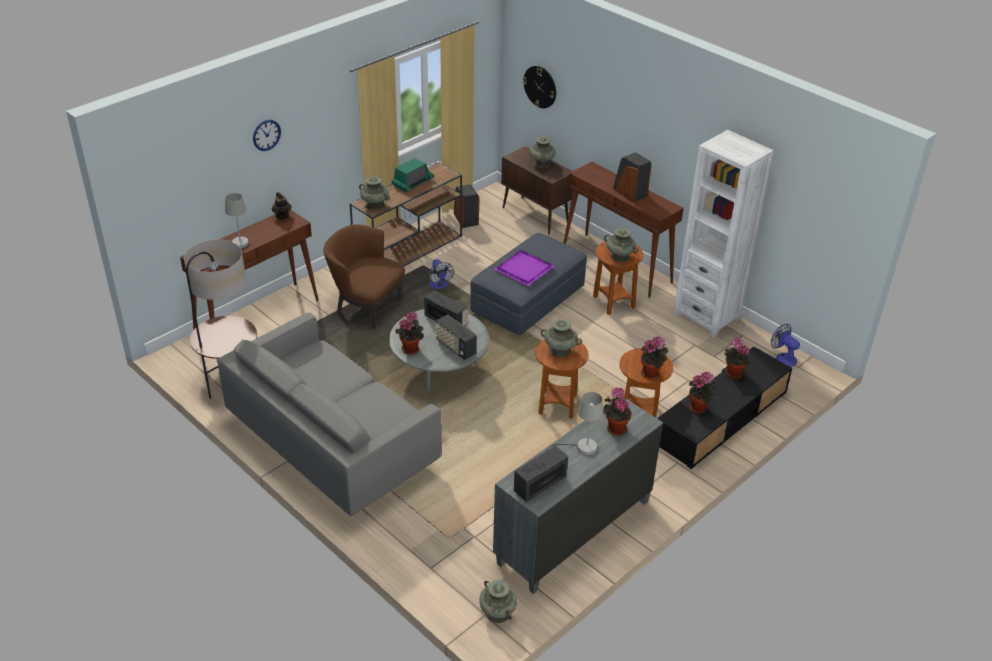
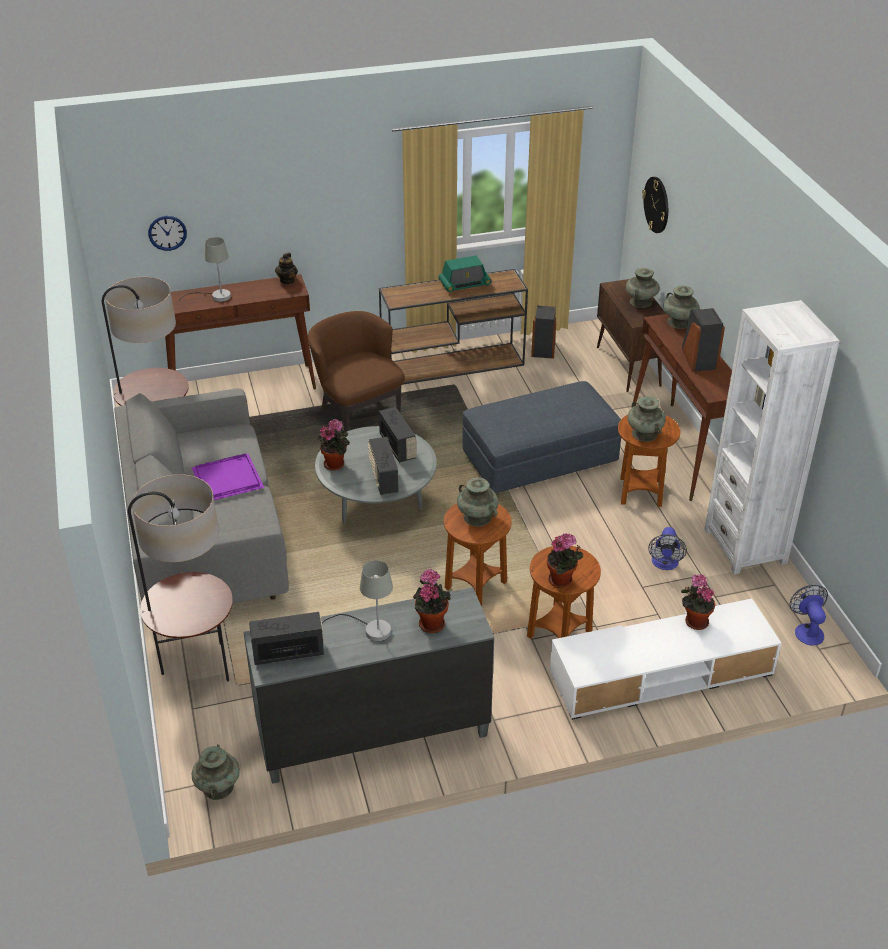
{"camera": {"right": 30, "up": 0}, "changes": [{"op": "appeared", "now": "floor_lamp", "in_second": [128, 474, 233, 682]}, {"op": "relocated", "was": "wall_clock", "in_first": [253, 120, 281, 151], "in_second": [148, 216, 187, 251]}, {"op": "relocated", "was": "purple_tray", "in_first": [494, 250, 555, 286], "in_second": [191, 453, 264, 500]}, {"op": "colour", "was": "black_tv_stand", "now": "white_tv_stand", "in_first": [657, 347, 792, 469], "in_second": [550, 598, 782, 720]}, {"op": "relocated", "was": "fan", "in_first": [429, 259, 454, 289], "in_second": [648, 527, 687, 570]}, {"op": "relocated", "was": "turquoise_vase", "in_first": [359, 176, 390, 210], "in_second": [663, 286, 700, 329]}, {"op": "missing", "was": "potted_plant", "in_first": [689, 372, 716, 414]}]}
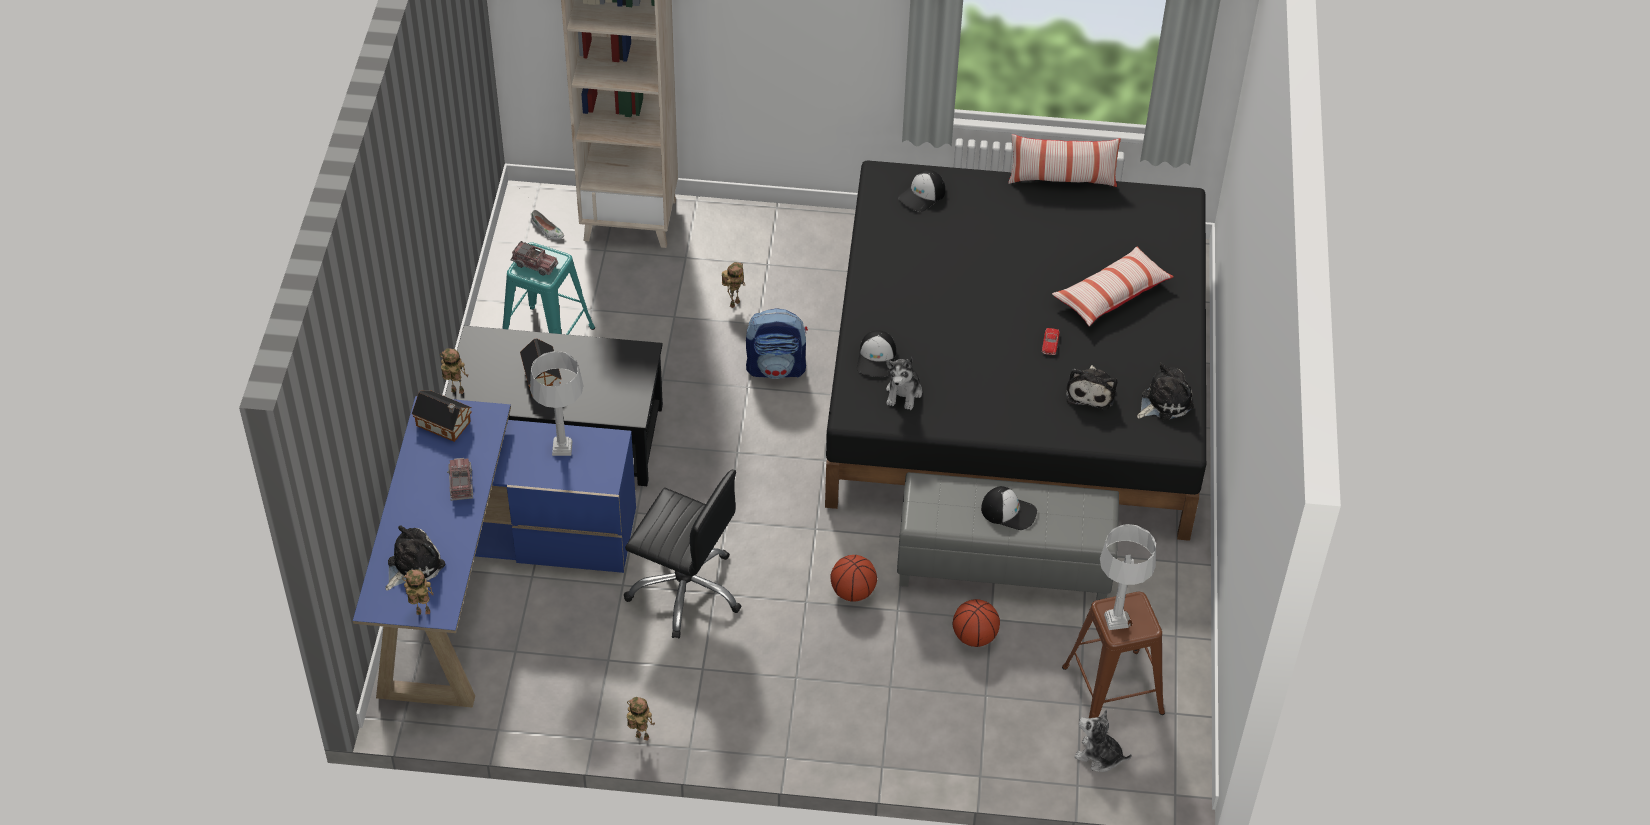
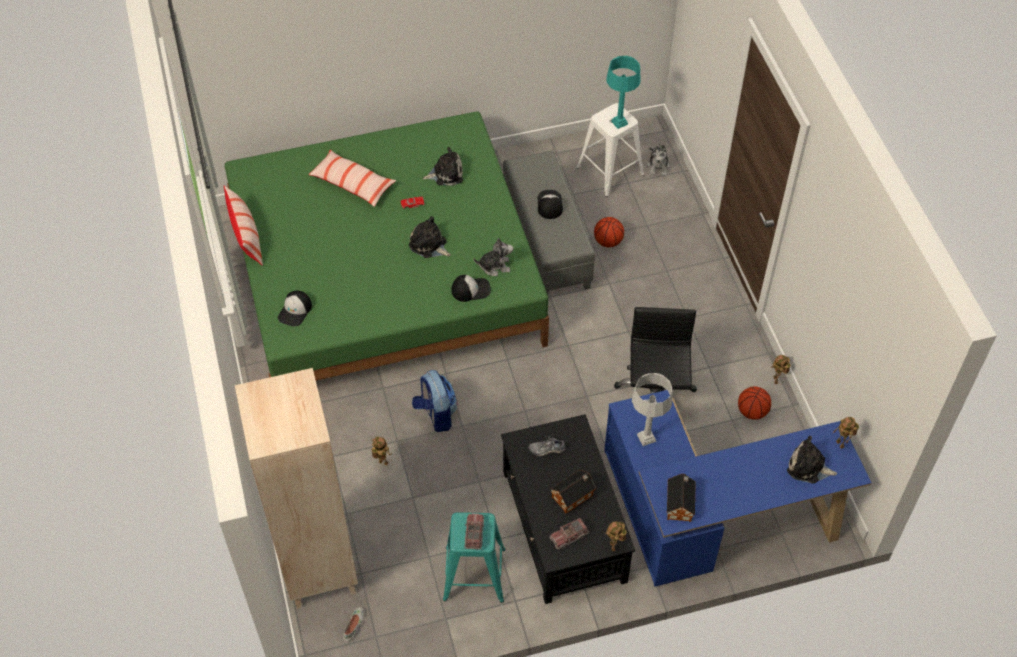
{"camera": {"right": -110, "up": 5}, "changes": [{"op": "colour", "was": "black_bed", "now": "green_bed", "in_first": [825, 160, 1206, 541], "in_second": [225, 111, 549, 381]}, {"op": "spun", "was": "cap", "in_first": [898, 170, 945, 212], "in_second": [278, 291, 312, 326], "clockwise": 90}, {"op": "relocated", "was": "plush_toy", "in_first": [1137, 362, 1194, 420], "in_second": [409, 216, 451, 258]}, {"op": "appeared", "now": "shoe", "in_second": [528, 436, 566, 456]}, {"op": "relocated", "was": "toy_truck", "in_first": [447, 458, 473, 501], "in_second": [550, 518, 589, 550]}, {"op": "colour", "was": "brown_stool", "now": "white_stool", "in_first": [1062, 592, 1165, 718], "in_second": [576, 103, 644, 197]}, {"op": "colour", "was": "grey_table_lamp", "now": "turquoise_table_lamp", "in_first": [1100, 524, 1156, 630], "in_second": [606, 56, 640, 129]}, {"op": "relocated", "was": "basketball", "in_first": [830, 555, 877, 602], "in_second": [738, 387, 771, 420]}]}
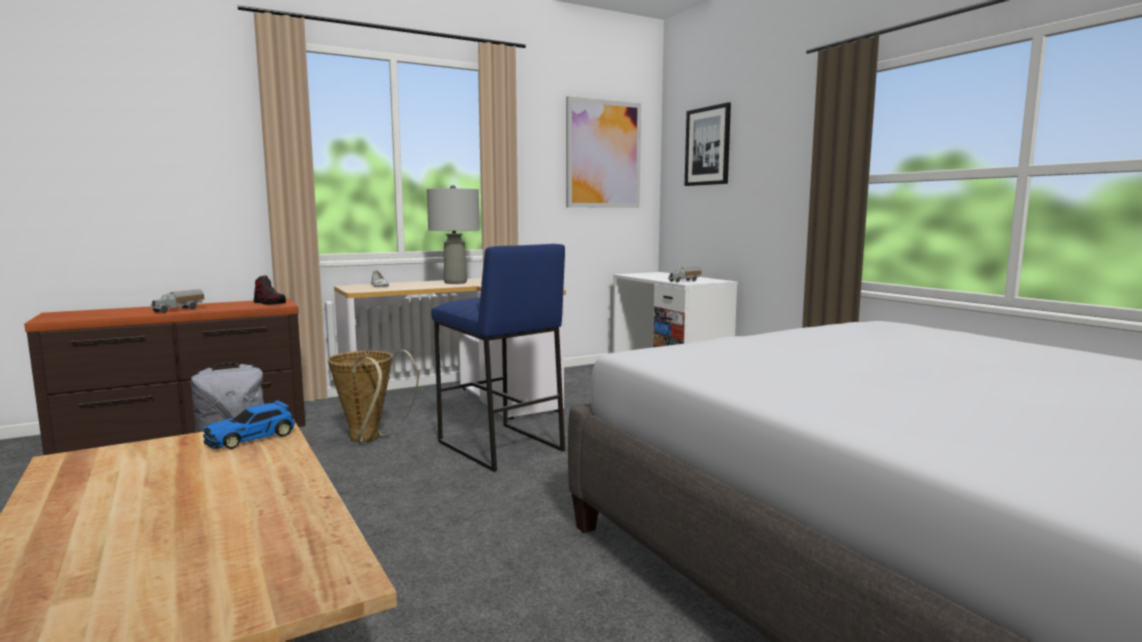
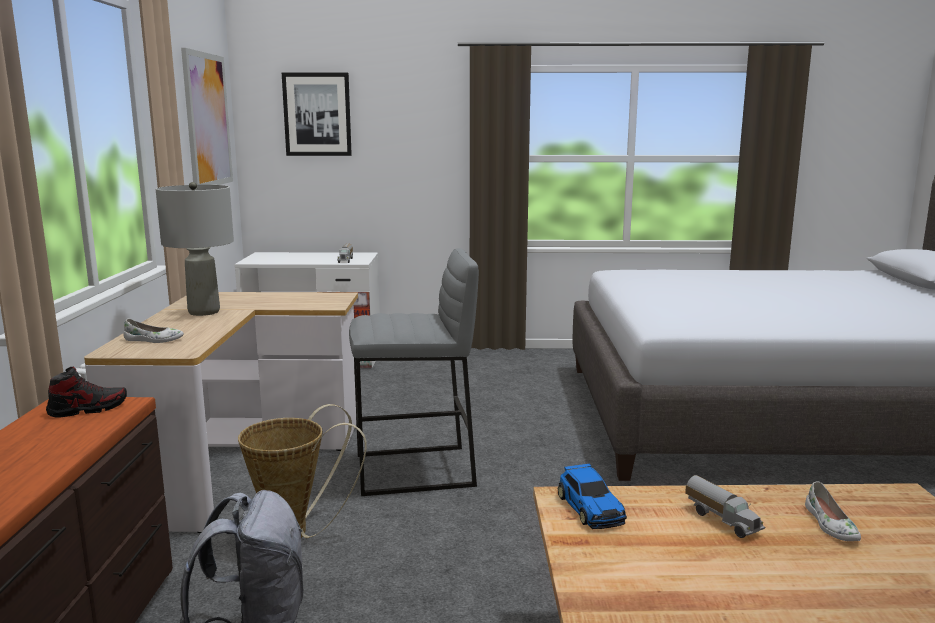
{"camera": {"right": -60, "up": 5}, "changes": [{"op": "colour", "was": "blue_stool", "now": "grey_stool", "in_first": [431, 244, 565, 472], "in_second": [349, 248, 479, 496]}, {"op": "relocated", "was": "toy_truck", "in_first": [150, 289, 204, 313], "in_second": [685, 475, 765, 538]}, {"op": "appeared", "now": "white_shoe", "in_second": [805, 481, 861, 541]}]}
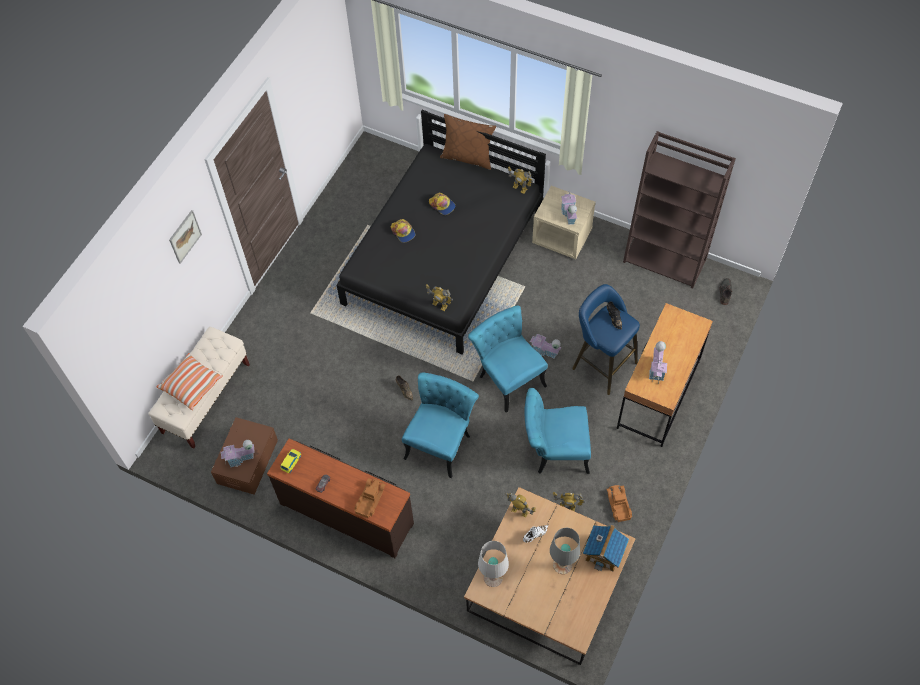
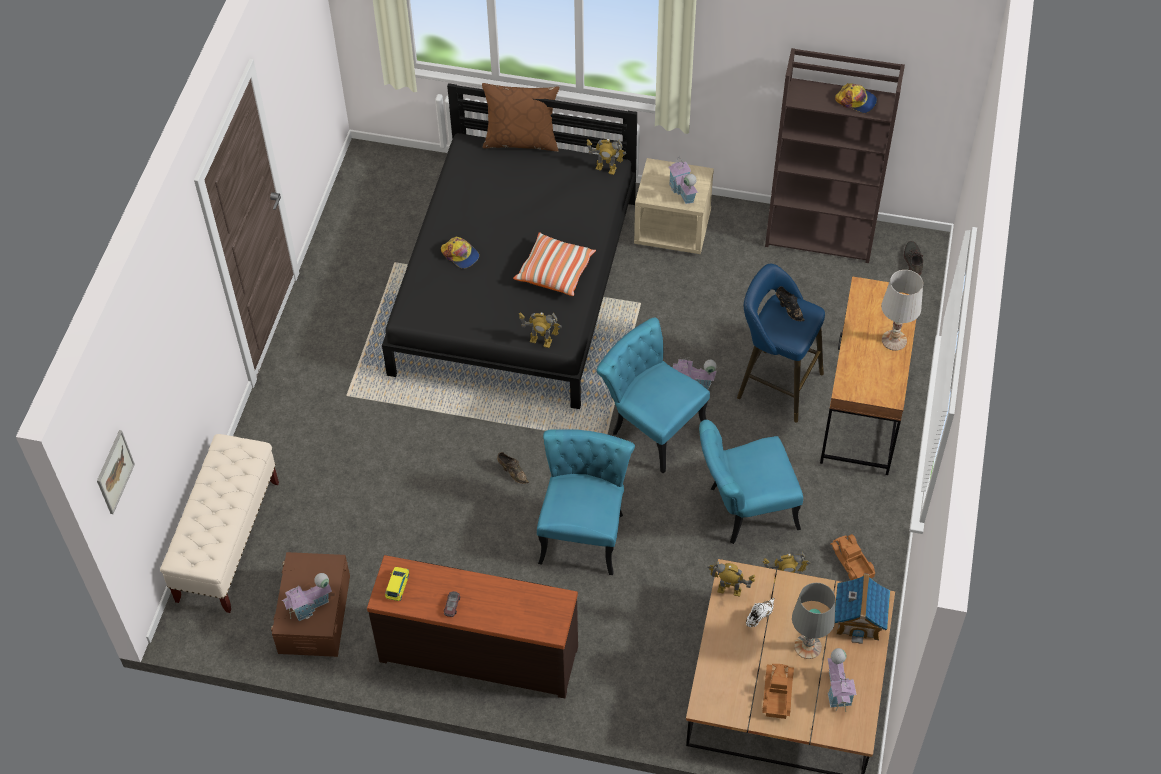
{"camera": {"right": -15, "up": -5}, "changes": [{"op": "relocated", "was": "picture", "in_first": [169, 210, 202, 264], "in_second": [97, 430, 135, 514]}, {"op": "relocated", "was": "pillow", "in_first": [156, 353, 223, 410], "in_second": [513, 232, 596, 296]}, {"op": "relocated", "was": "toy_truck", "in_first": [354, 478, 386, 518], "in_second": [762, 664, 794, 719]}, {"op": "relocated", "was": "toy_house", "in_first": [649, 341, 667, 384], "in_second": [827, 648, 857, 712]}, {"op": "relocated", "was": "cap", "in_first": [429, 193, 455, 215], "in_second": [835, 83, 877, 113]}, {"op": "relocated", "was": "white_table_lamp", "in_first": [478, 541, 509, 587], "in_second": [881, 270, 923, 351]}]}
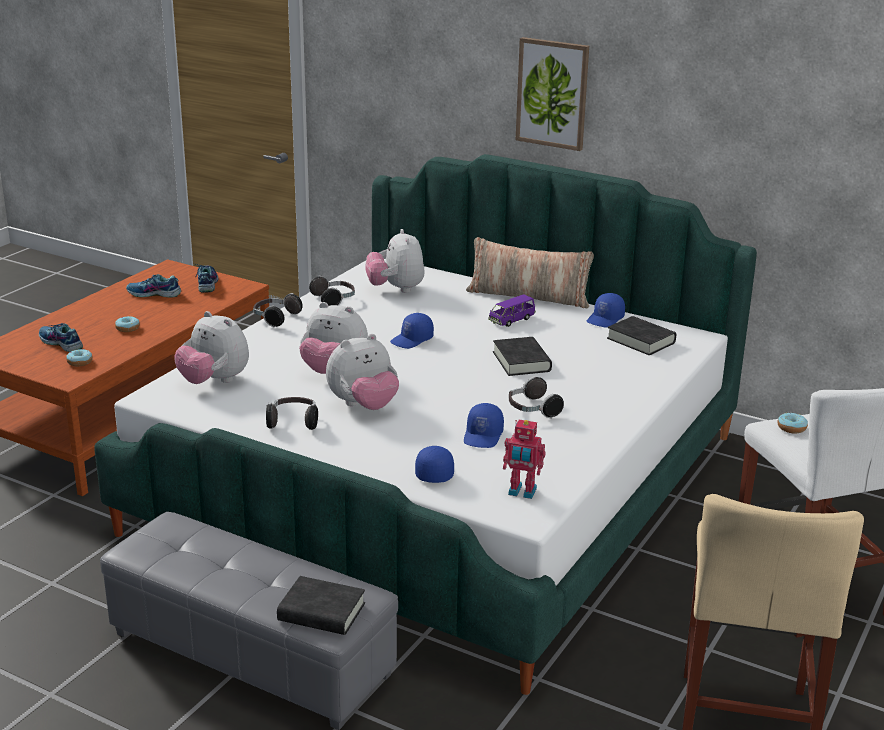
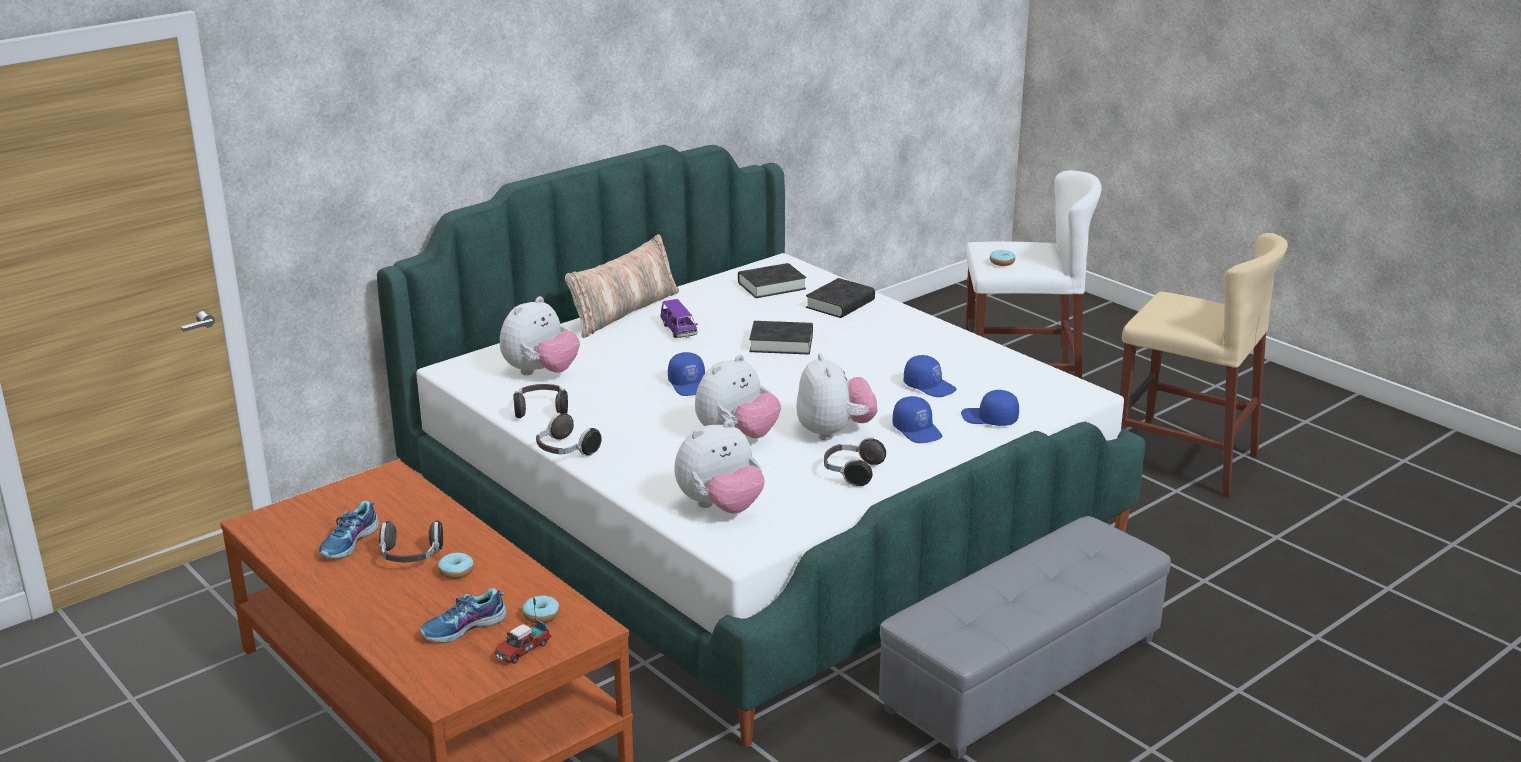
{"camera": {"right": -70, "up": 0}, "changes": [{"op": "relocated", "was": "headphones", "in_first": [509, 376, 564, 418], "in_second": [379, 520, 443, 562]}, {"op": "appeared", "now": "toy_truck", "in_second": [494, 596, 551, 664]}, {"op": "spun", "was": "plush_toy", "in_first": [365, 229, 425, 293], "in_second": [500, 296, 580, 375], "clockwise": -60}, {"op": "relocated", "was": "black_book", "in_first": [277, 576, 365, 635], "in_second": [806, 278, 875, 318]}, {"op": "relocated", "was": "blue_cap", "in_first": [587, 293, 625, 328], "in_second": [892, 396, 943, 443]}, {"op": "missing", "was": "shoe", "in_first": [195, 264, 219, 293]}, {"op": "missing", "was": "toy_robot", "in_first": [503, 420, 546, 499]}, {"op": "missing", "was": "picture", "in_first": [516, 37, 589, 151]}]}
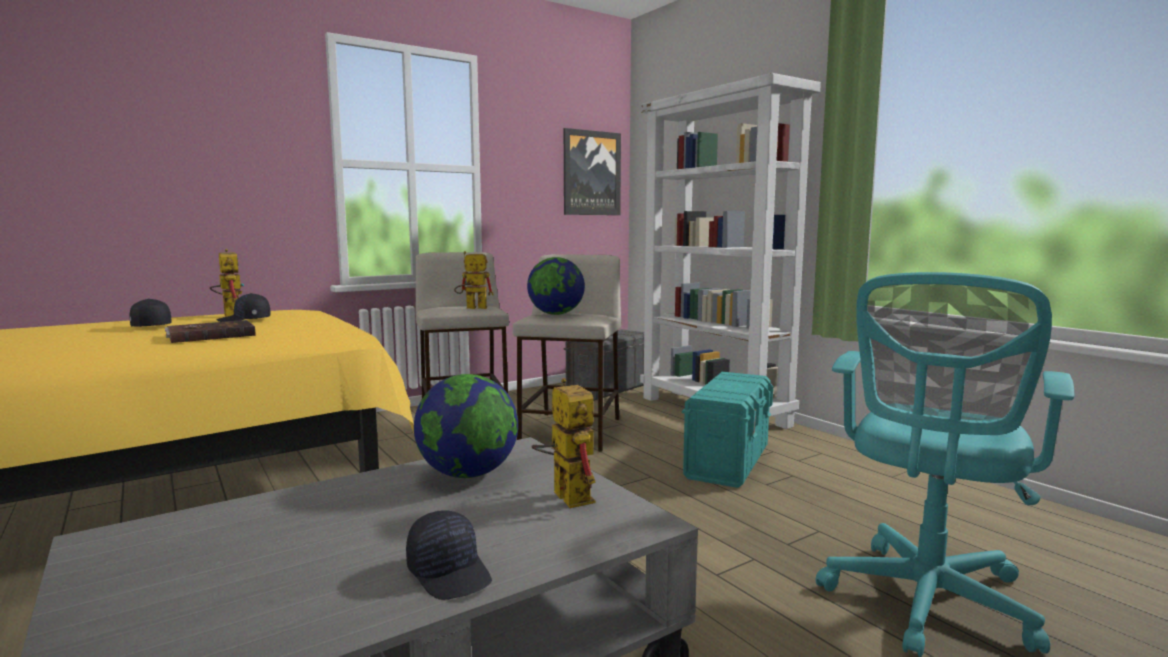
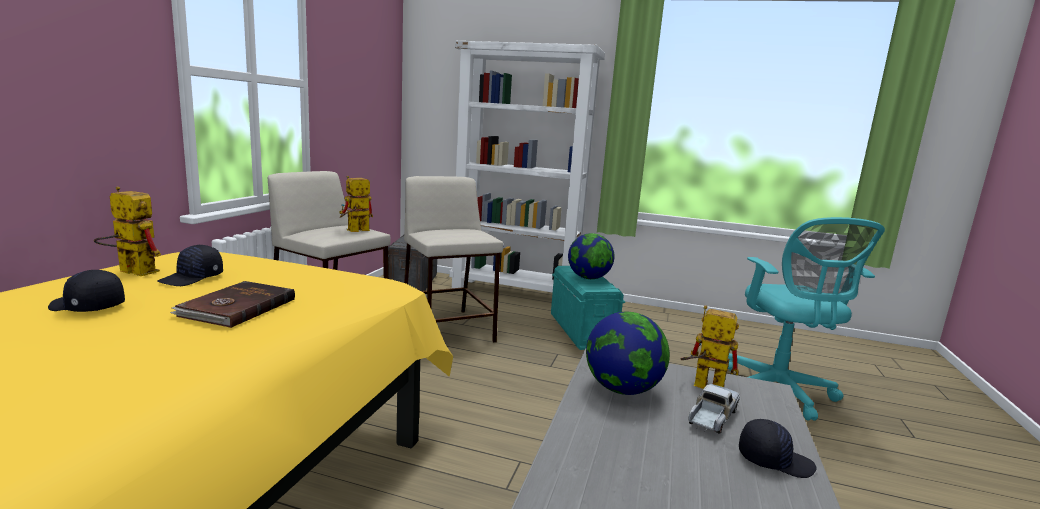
{"camera": {"right": -40, "up": 5}, "changes": [{"op": "relocated", "was": "globe", "in_first": [527, 257, 585, 315], "in_second": [568, 233, 615, 279]}, {"op": "appeared", "now": "toy_truck", "in_second": [688, 384, 740, 434]}, {"op": "missing", "was": "picture", "in_first": [564, 128, 621, 215]}]}
